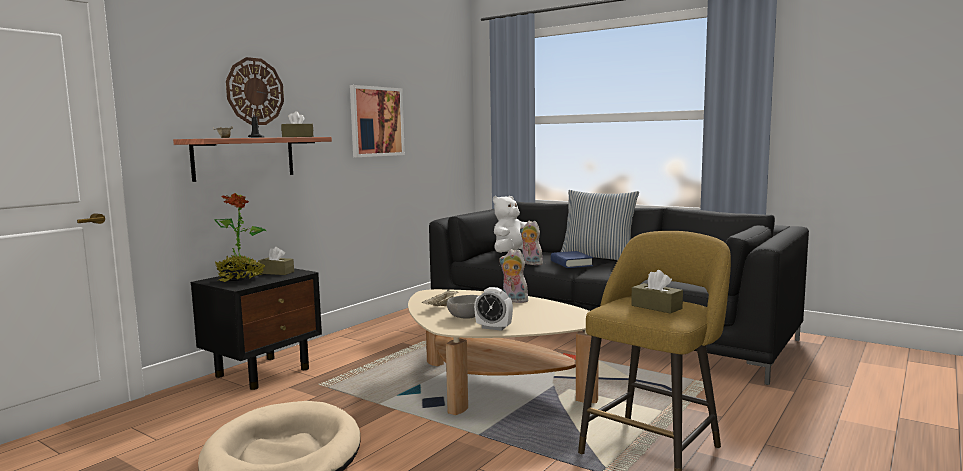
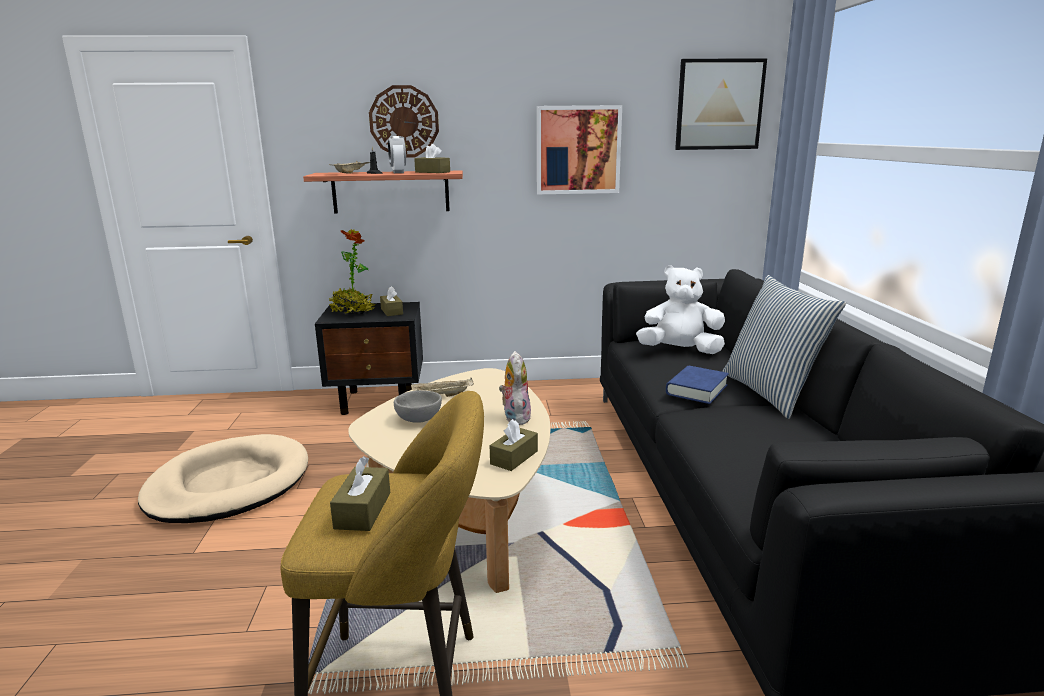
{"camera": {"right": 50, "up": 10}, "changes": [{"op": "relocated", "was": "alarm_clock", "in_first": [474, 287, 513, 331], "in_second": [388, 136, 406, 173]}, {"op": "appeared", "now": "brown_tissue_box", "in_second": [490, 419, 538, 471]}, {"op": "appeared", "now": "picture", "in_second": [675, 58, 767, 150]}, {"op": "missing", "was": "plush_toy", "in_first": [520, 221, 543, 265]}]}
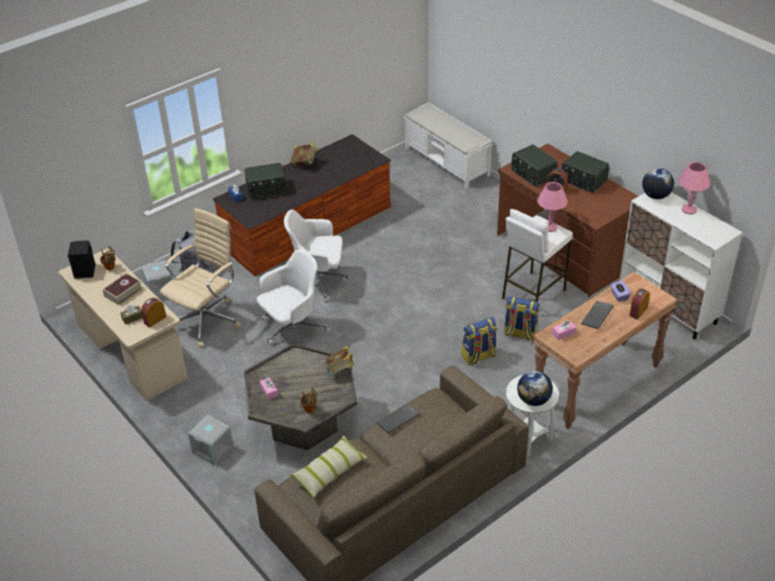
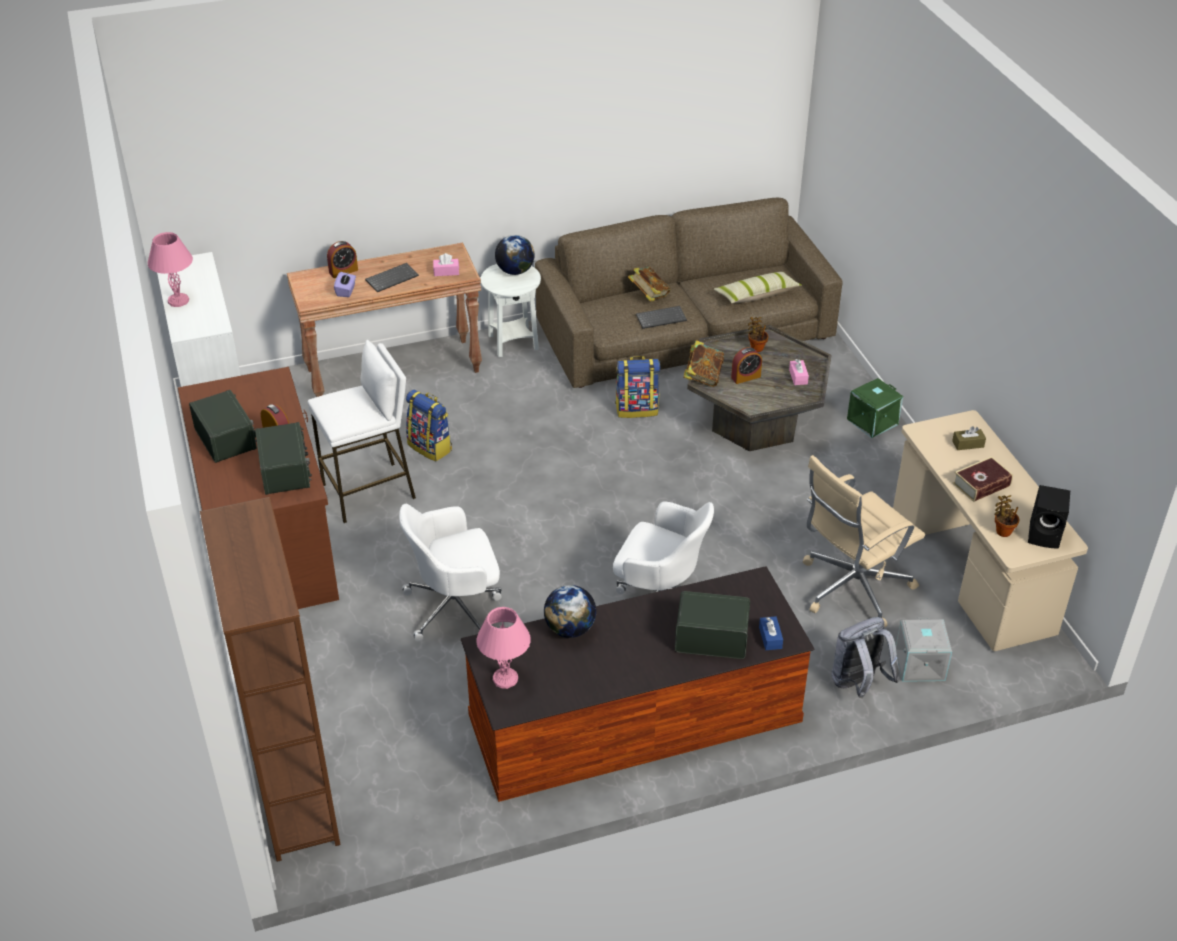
{"camera": {"right": -160, "up": 0}, "changes": [{"op": "exchanged", "was": "white_bench", "now": "brown_bookcase", "in_first": [404, 103, 493, 188], "in_second": [200, 497, 340, 862]}, {"op": "relocated", "was": "white_office_chair", "in_first": [257, 249, 331, 345], "in_second": [399, 504, 502, 642]}, {"op": "relocated", "was": "pink_table_lamp", "in_first": [537, 182, 568, 232], "in_second": [476, 607, 531, 689]}, {"op": "relocated", "was": "globe", "in_first": [642, 168, 674, 199], "in_second": [544, 585, 596, 638]}, {"op": "relocated", "was": "backpack", "in_first": [462, 317, 497, 366], "in_second": [615, 356, 660, 418]}, {"op": "relocated", "was": "book", "in_first": [290, 143, 318, 167], "in_second": [628, 267, 671, 302]}, {"op": "relocated", "was": "alarm_clock", "in_first": [141, 298, 166, 328], "in_second": [731, 347, 762, 384]}, {"op": "colour", "was": "grey_storage_box", "now": "green_storage_box", "in_first": [188, 415, 234, 465], "in_second": [847, 378, 903, 438]}]}
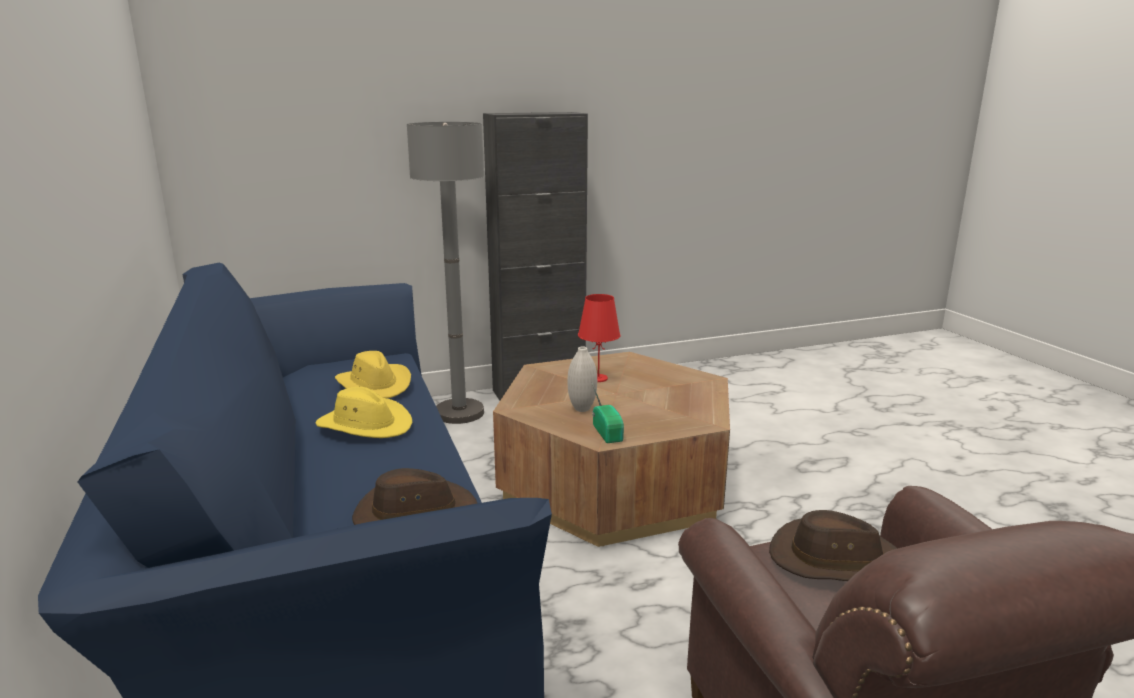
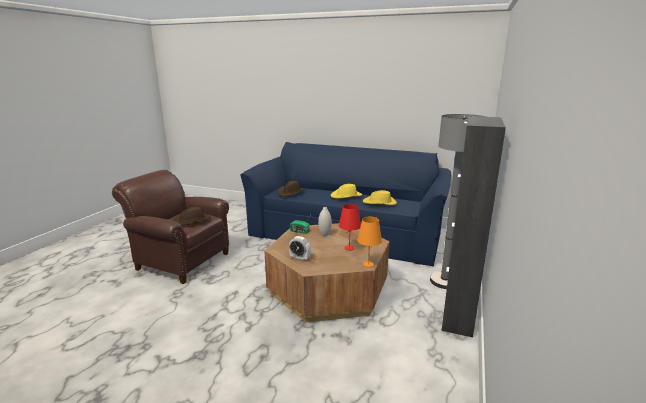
{"camera": {"right": 130, "up": 0}, "changes": [{"op": "appeared", "now": "alarm_clock", "in_second": [289, 236, 311, 261]}, {"op": "appeared", "now": "orange_table_lamp", "in_second": [357, 217, 382, 267]}]}
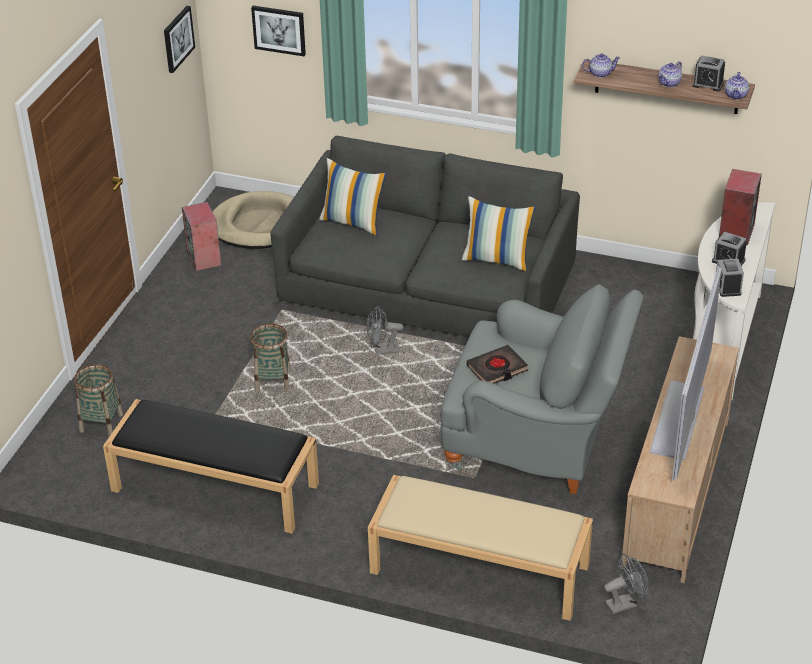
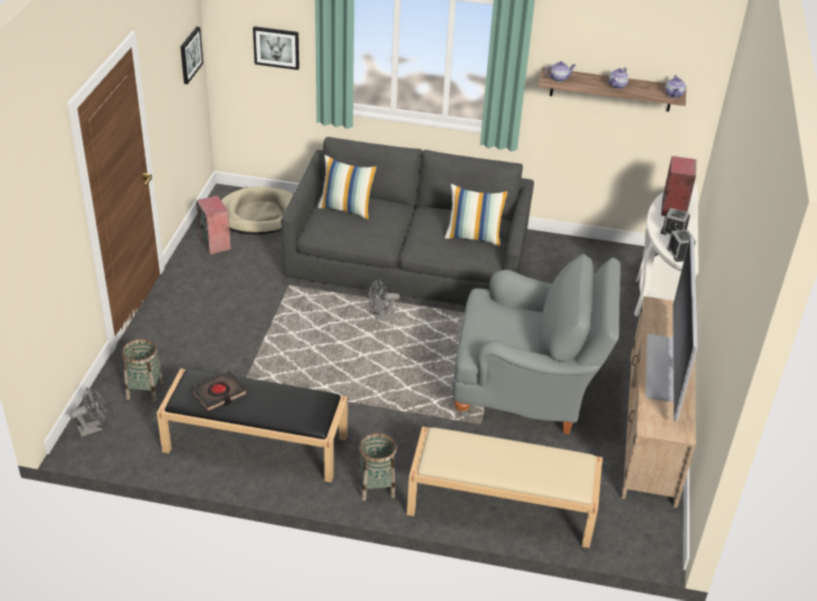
{"camera": {"right": -10, "up": 0}, "changes": [{"op": "relocated", "was": "grey_fan", "in_first": [604, 554, 649, 614], "in_second": [70, 387, 107, 437]}, {"op": "relocated", "was": "black_book", "in_first": [467, 345, 528, 384], "in_second": [191, 371, 247, 412]}, {"op": "relocated", "was": "basket", "in_first": [250, 323, 291, 392], "in_second": [358, 433, 397, 501]}, {"op": "missing", "was": "alarm_clock", "in_first": [692, 56, 725, 92]}]}
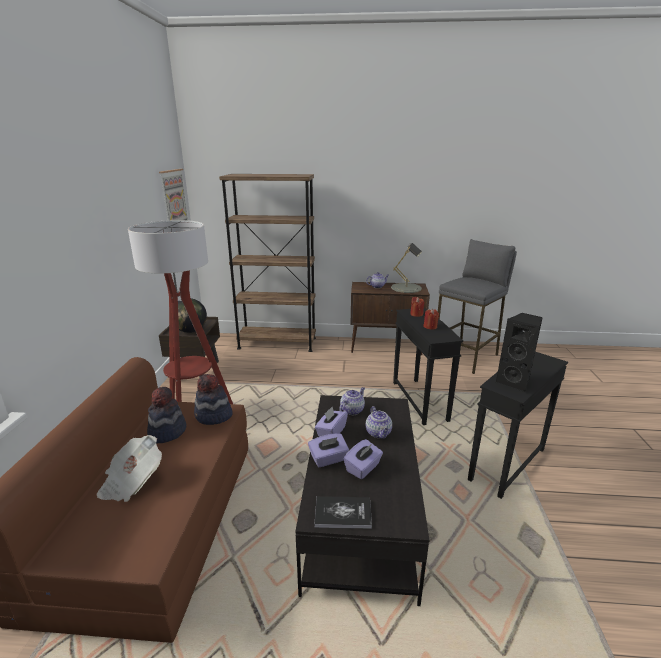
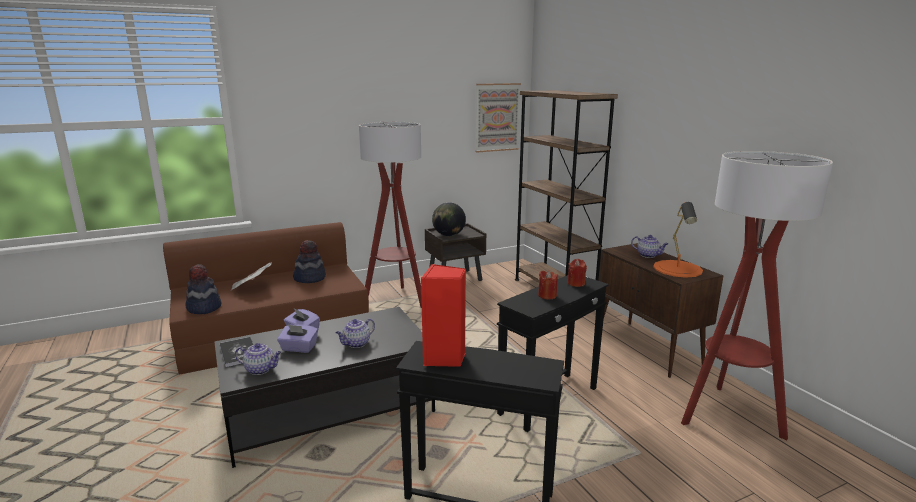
{"camera": {"right": 60, "up": -5}, "changes": [{"op": "relocated", "was": "hat", "in_first": [194, 374, 233, 425], "in_second": [185, 264, 222, 314]}, {"op": "relocated", "was": "teapot", "in_first": [339, 387, 365, 415], "in_second": [235, 343, 282, 375]}, {"op": "colour", "was": "black_speaker", "now": "red_speaker", "in_first": [496, 313, 543, 392], "in_second": [421, 264, 466, 367]}, {"op": "colour", "was": "grey_table_lamp", "now": "orange_table_lamp", "in_first": [391, 243, 422, 293], "in_second": [653, 202, 703, 278]}, {"op": "exchanged", "was": "grey_stool", "now": "floor_lamp", "in_first": [438, 239, 517, 374], "in_second": [681, 151, 833, 440]}, {"op": "missing", "was": "purple_tissue_box", "in_first": [315, 407, 348, 437]}]}
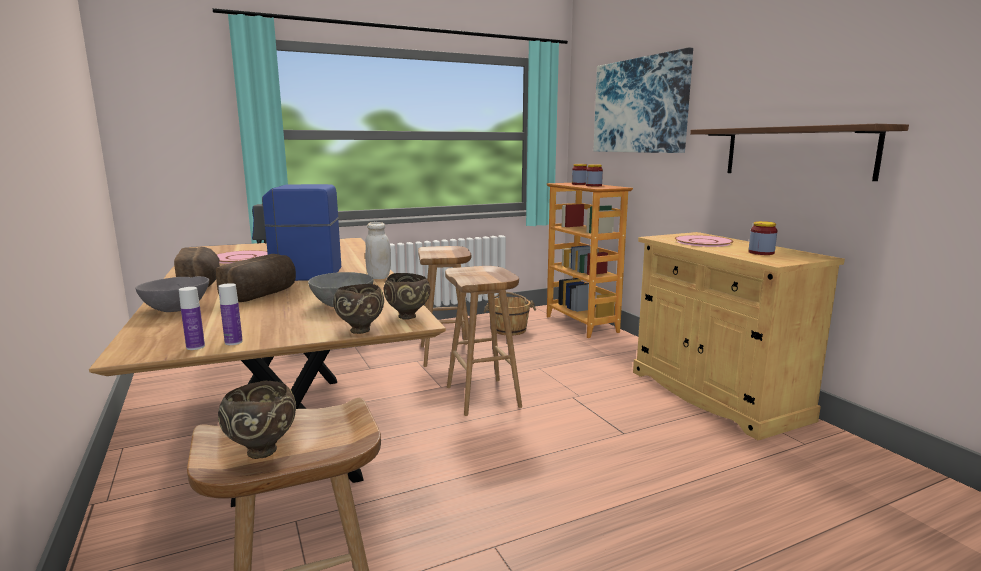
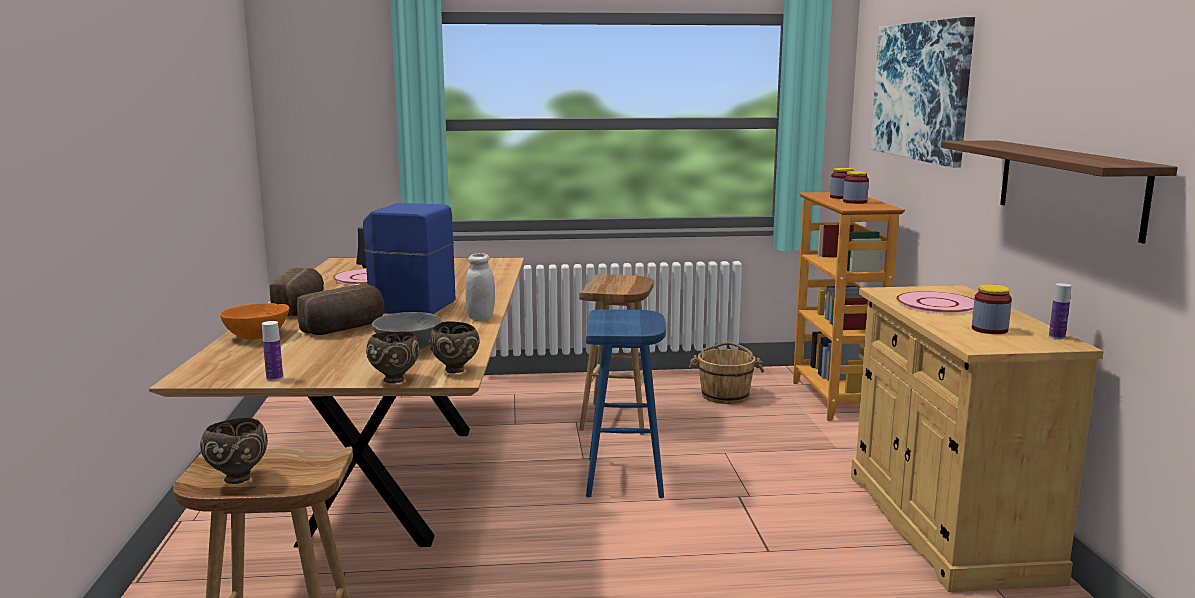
{"camera": {"right": 20, "up": 0}, "changes": [{"op": "colour", "was": "grey_bowl", "now": "orange_bowl", "in_first": [136, 276, 209, 312], "in_second": [220, 303, 289, 340]}, {"op": "colour", "was": "brown_stool", "now": "blue_stool", "in_first": [445, 266, 522, 416], "in_second": [586, 309, 666, 498]}, {"op": "relocated", "was": "bottle", "in_first": [179, 287, 205, 350], "in_second": [1049, 283, 1072, 339]}]}
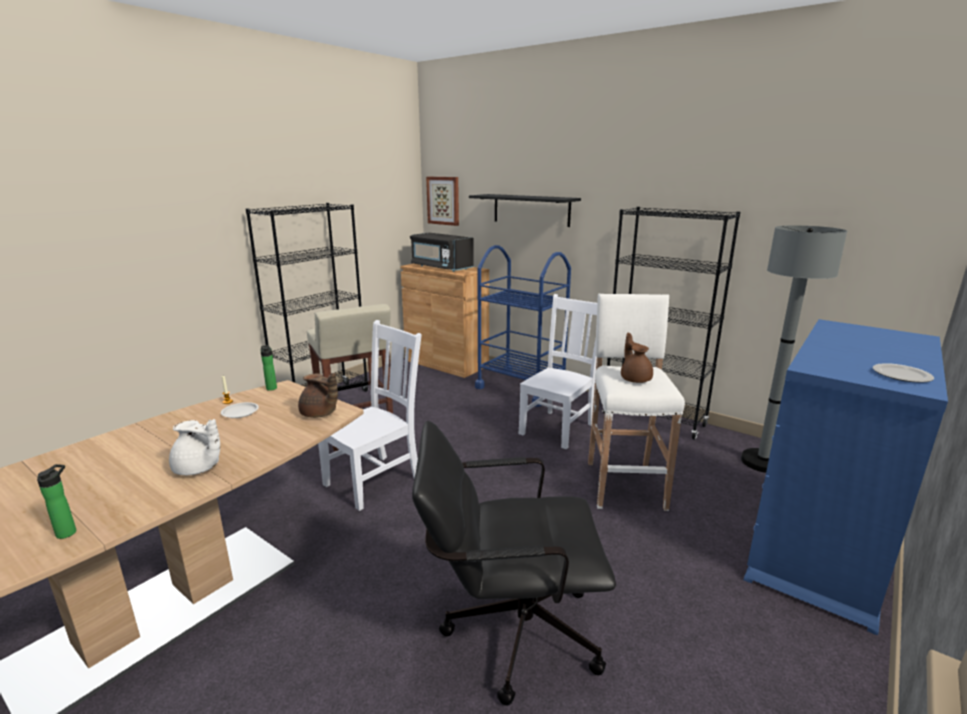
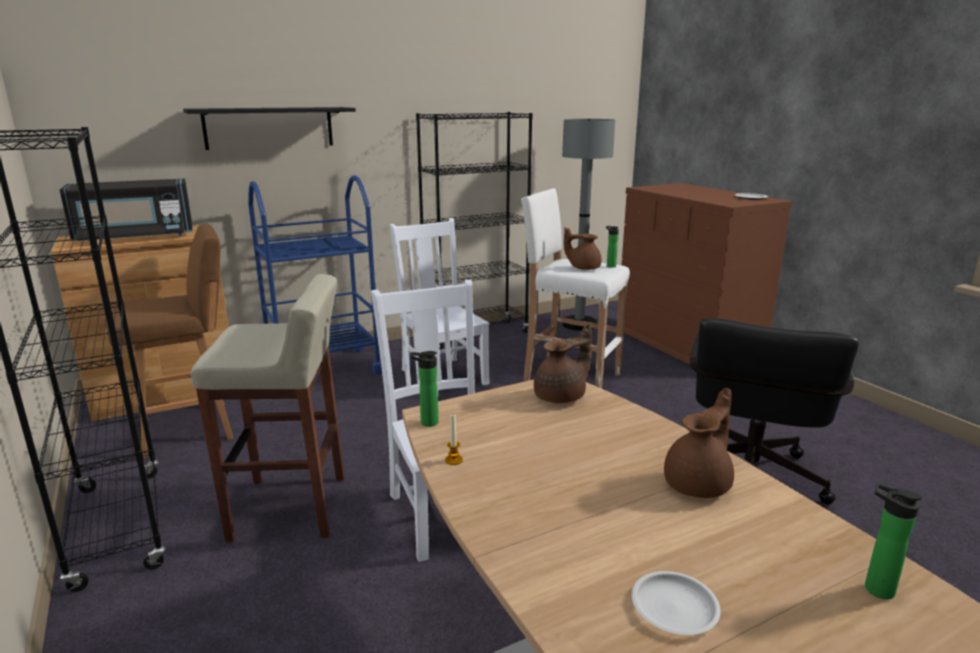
{"camera": {"right": -65, "up": 0}, "changes": [{"op": "appeared", "now": "brown_stool", "in_second": [106, 224, 234, 458]}, {"op": "appeared", "now": "bottle", "in_second": [606, 226, 619, 268]}, {"op": "colour", "was": "blue_dresser", "now": "brown_dresser", "in_first": [744, 319, 948, 635], "in_second": [616, 183, 793, 365]}, {"op": "relocated", "was": "white_plate", "in_first": [221, 402, 259, 418], "in_second": [632, 571, 721, 635]}, {"op": "colour", "was": "white_teapot", "now": "brown_teapot", "in_first": [169, 419, 220, 475], "in_second": [664, 387, 734, 498]}, {"op": "missing", "was": "picture", "in_first": [426, 177, 459, 226]}]}
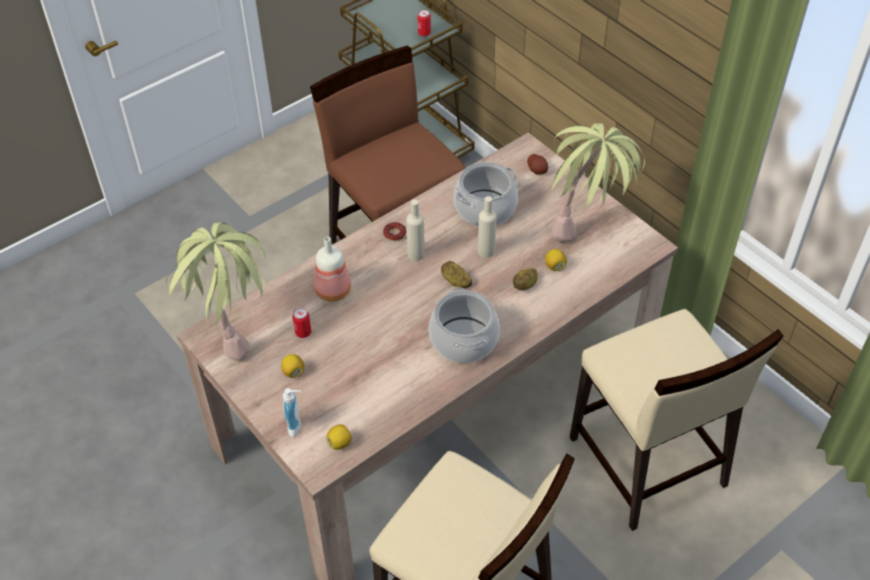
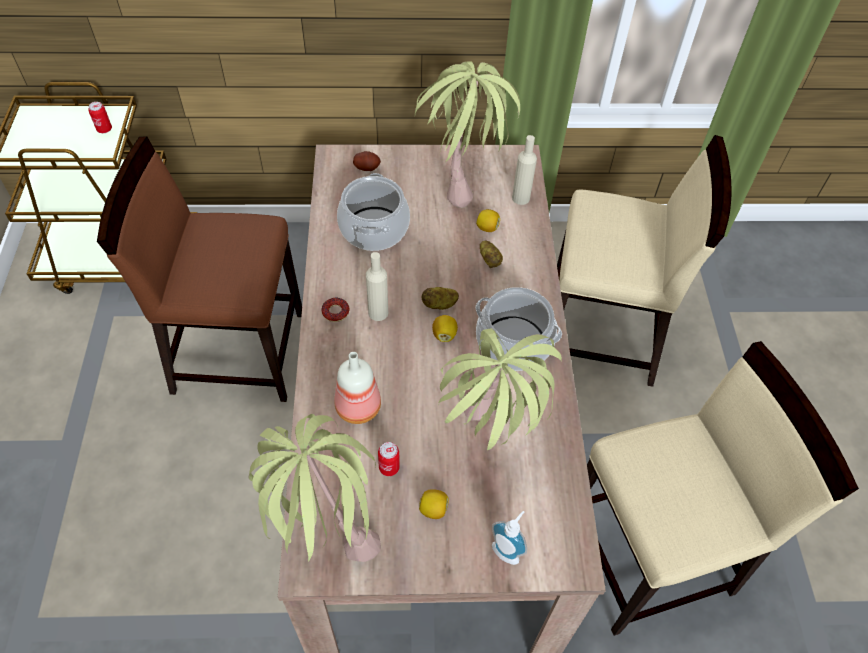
{"camera": {"right": -55, "up": 5}, "changes": [{"op": "relocated", "was": "lemon", "in_first": [326, 424, 352, 450], "in_second": [432, 315, 458, 342]}, {"op": "appeared", "now": "potted_plant", "in_second": [438, 328, 562, 450]}, {"op": "relocated", "was": "beige_bottle", "in_first": [478, 196, 497, 258], "in_second": [512, 135, 537, 205]}]}
